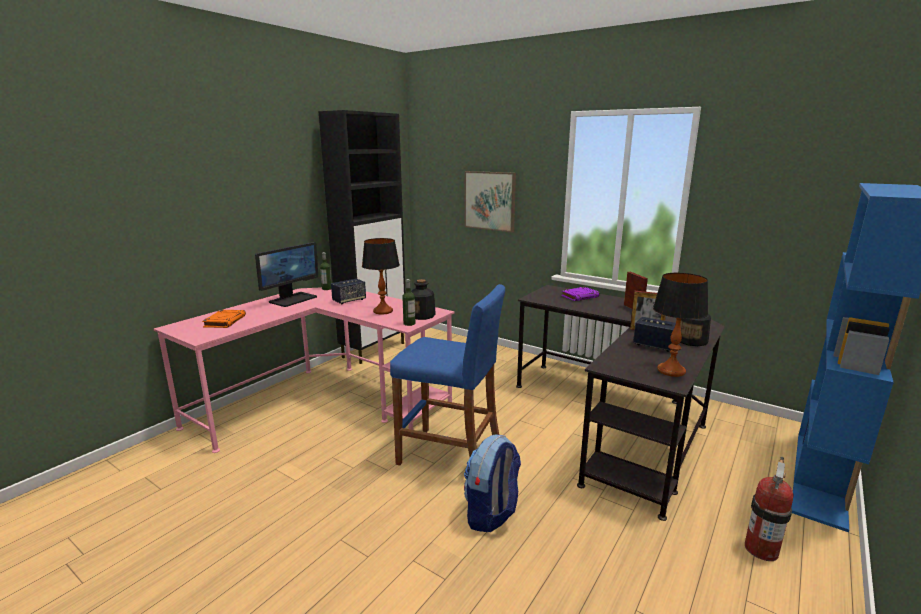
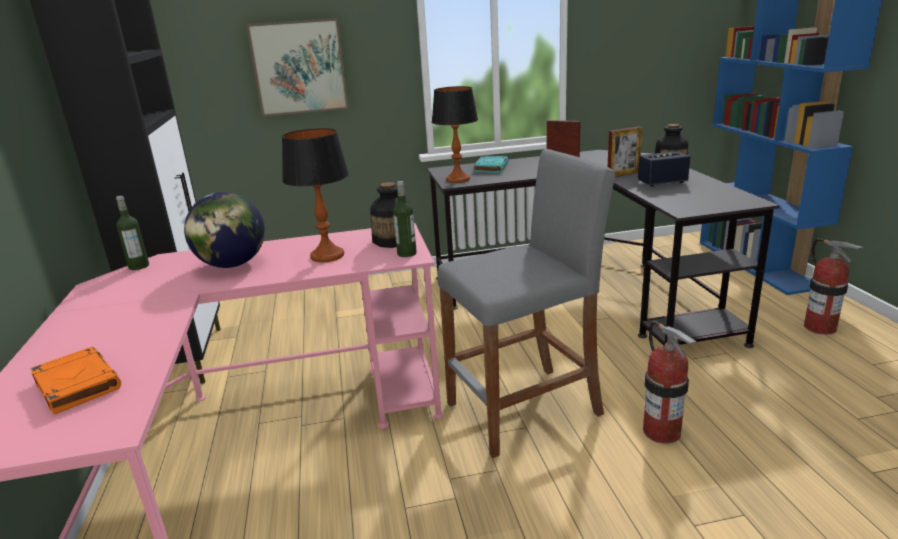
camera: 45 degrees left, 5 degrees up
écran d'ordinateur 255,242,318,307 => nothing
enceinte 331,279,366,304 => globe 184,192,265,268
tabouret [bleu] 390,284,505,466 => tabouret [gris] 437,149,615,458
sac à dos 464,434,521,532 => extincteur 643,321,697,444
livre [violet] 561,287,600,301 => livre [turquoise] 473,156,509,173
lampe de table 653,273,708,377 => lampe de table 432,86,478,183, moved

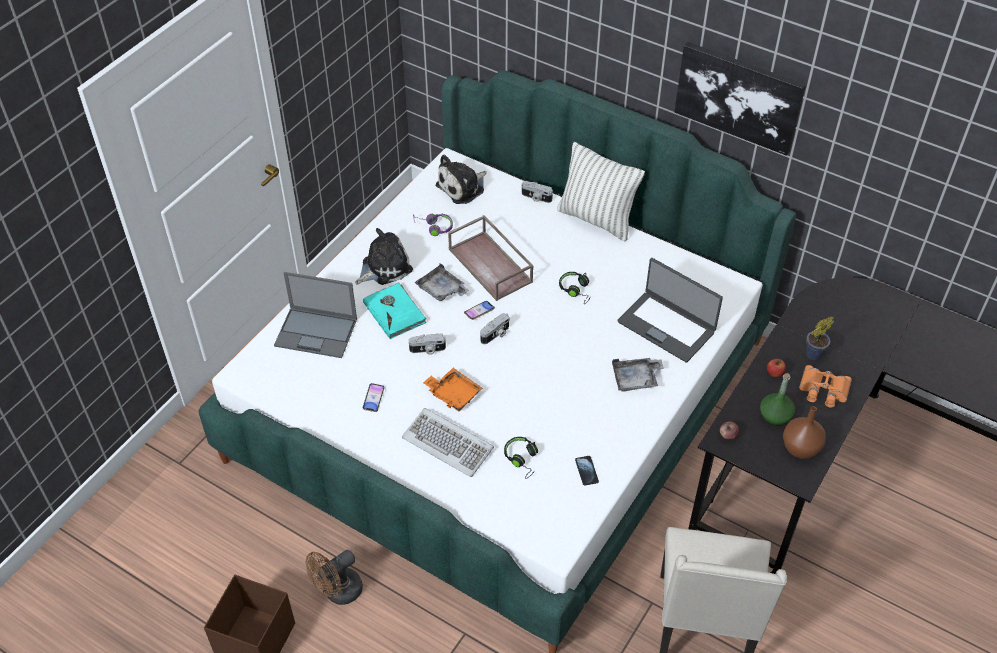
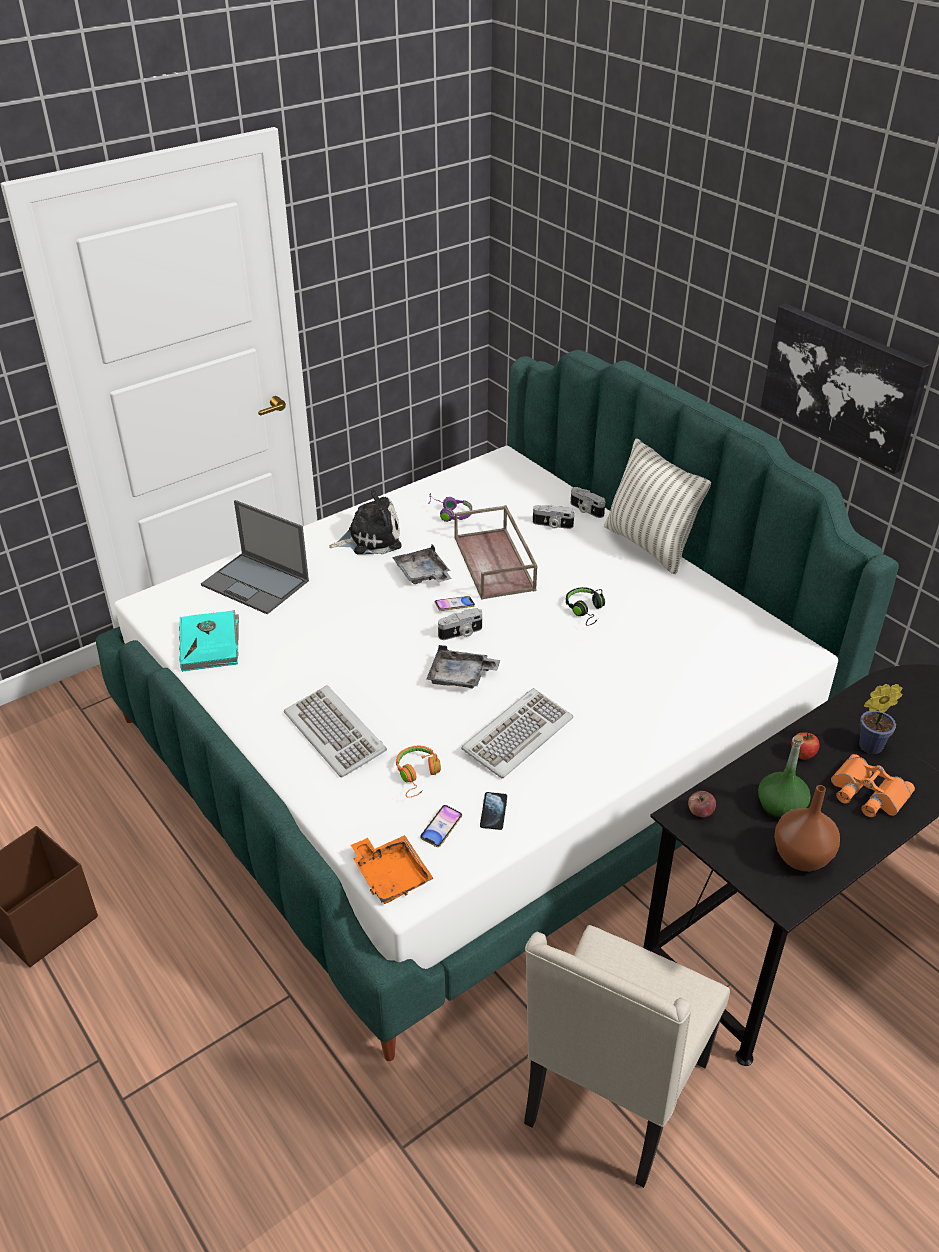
camera: 20 degrees right, 10 degrees down
ventilateur [marron] 306,550,363,605 => nothing
livre [turquoise] 363,282,426,339 => livre [turquoise] 179,610,239,672, moved
téléphone 363,383,385,412 => téléphone 420,805,462,847, moved
appareil photo 409,334,446,355 => appareil photo 533,505,574,529, moved
plateau [orange] 423,368,483,411 => plateau [orange] 351,835,434,904, moved
peluche 435,155,486,204 => nothing
casque audio [noir] 504,437,538,479 => casque audio [orange] 396,746,441,798
plateau [gris] 612,358,664,392 => plateau [gris] 427,645,500,689, moved
ordinateur portable 617,258,723,363 => nothing
nothing => clavier 461,688,573,778

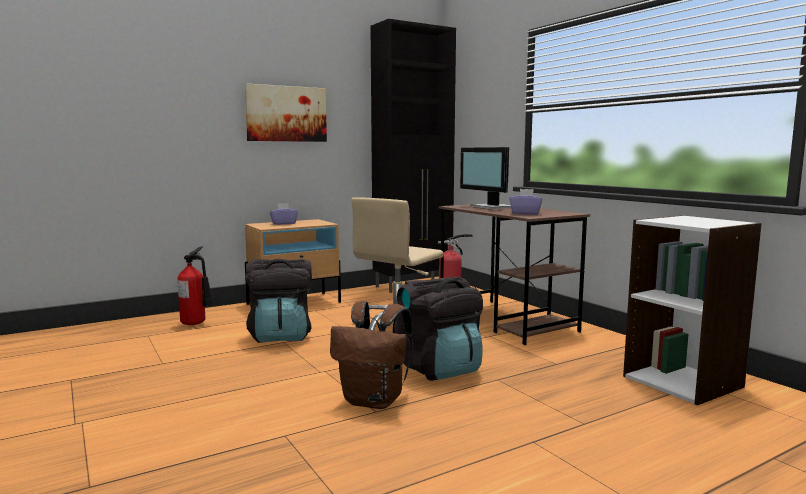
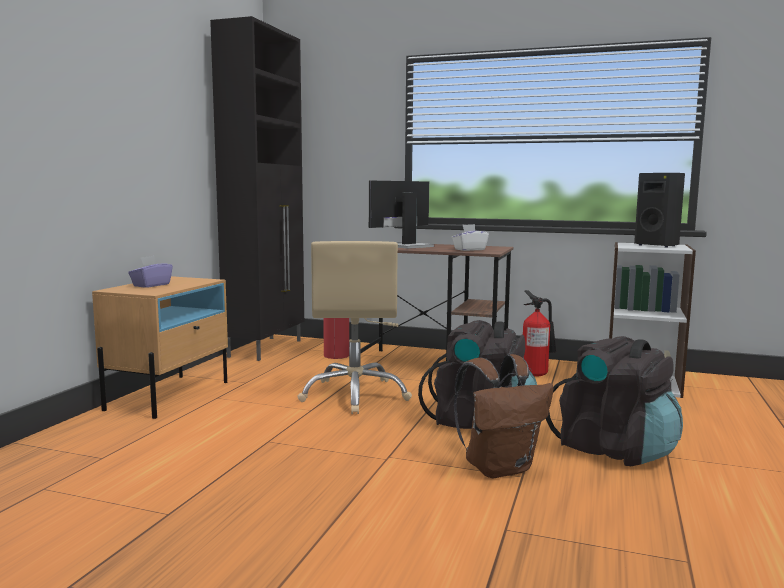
camera: 40 degrees left, 0 degrees up
extincteur 177,246,214,325 => extincteur 523,290,556,377, moved
tableau 245,83,327,142 => nothing
sac à dos [noir] 245,259,312,343 => sac à dos [noir] 546,336,683,466, moved
écran d'ordinateur 460,147,511,209 => écran d'ordinateur 369,181,434,249, 120 degrees clockwise
boîte à mouchoirs [violet] 510,189,542,215 => boîte à mouchoirs [blanc] 452,224,489,251
nothing => enceinte [noir] 634,173,685,248

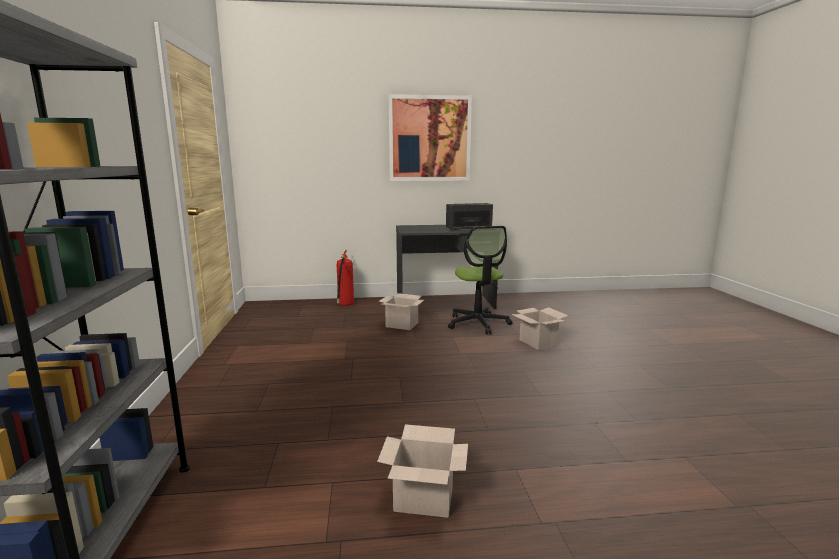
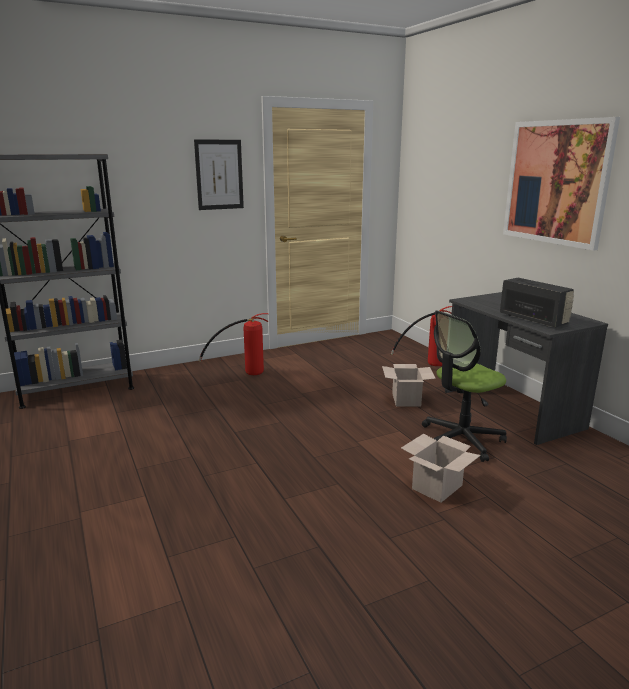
camera: 70 degrees right, 5 degrees up
carton 377,424,468,518 => nothing
nothing => tableau 194,139,244,210
nothing => extincteur 198,313,268,375

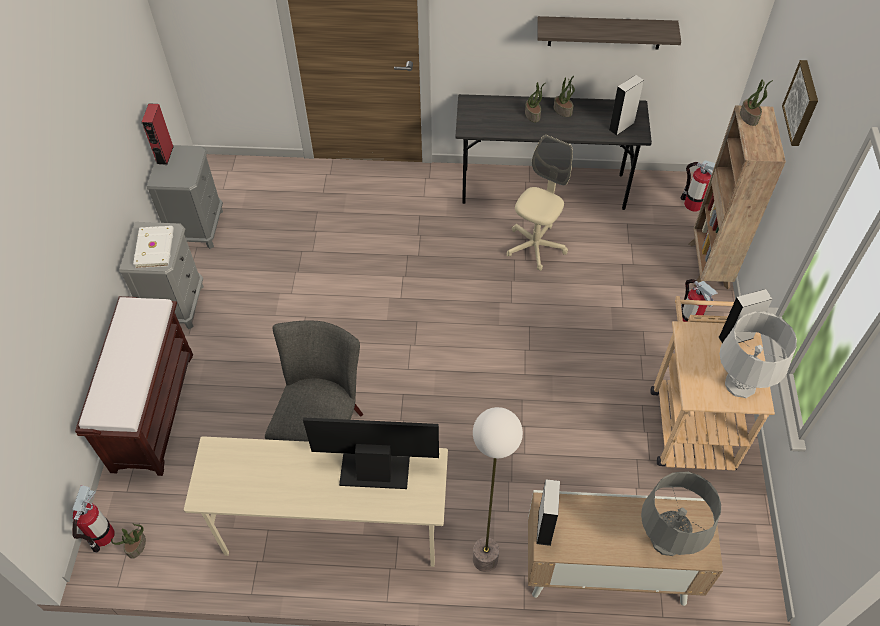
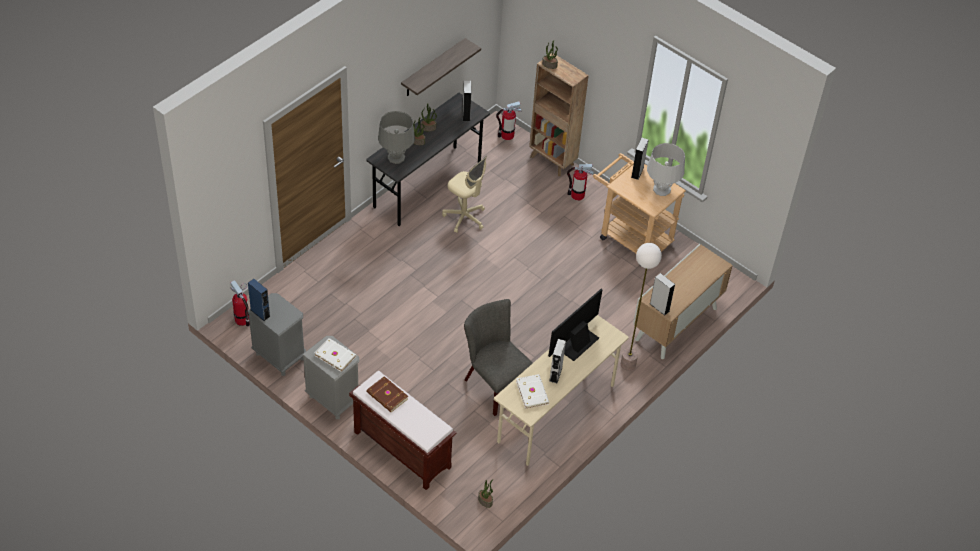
camera: 55 degrees left, 5 degrees down
extincteur 72,485,115,553 => extincteur 230,280,250,326, moved
enceinte [rouge] 142,103,174,165 => enceinte [bleu] 248,279,270,321
chaise de bureau [beige] 507,135,573,271 => chaise de bureau [beige] 442,156,487,233, 150 degrees clockwise
lampe de table [gris] 641,472,721,556 => lampe de table [gris] 378,111,415,164, moved
tableau 782,60,818,146 => nothing
nothing => livre [marron] 366,376,408,412
nothing => livre [blanc] 516,374,549,409
nothing => enceinte [gris] 549,339,566,383

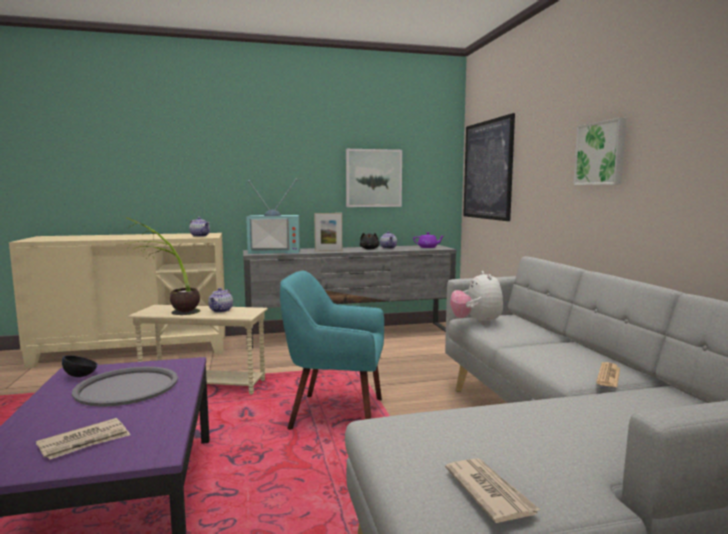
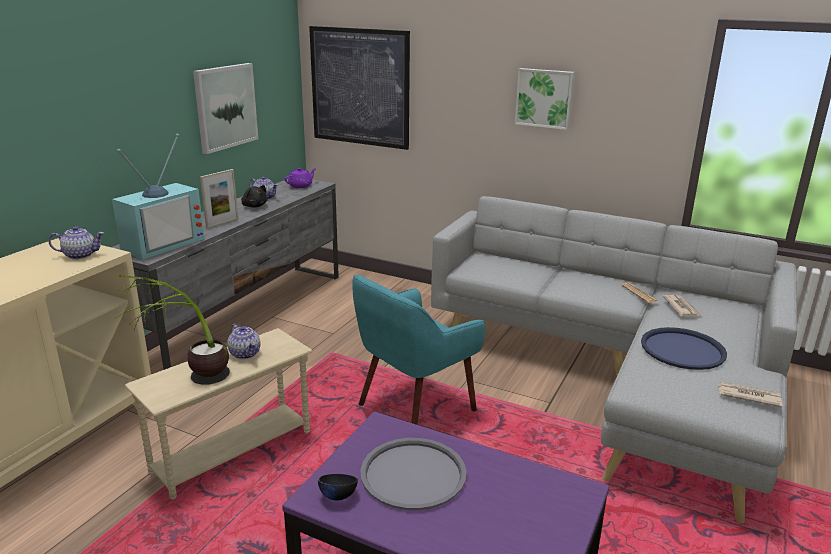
camera: 50 degrees left, 15 degrees up
journal 36,418,130,460 => journal 663,295,702,317, moved
peluche 450,271,503,325 => nothing
nothing => plateau [bleu] 641,327,727,370

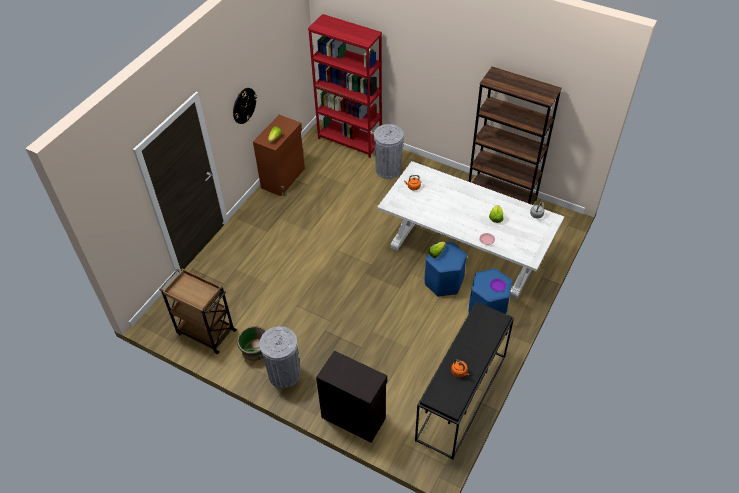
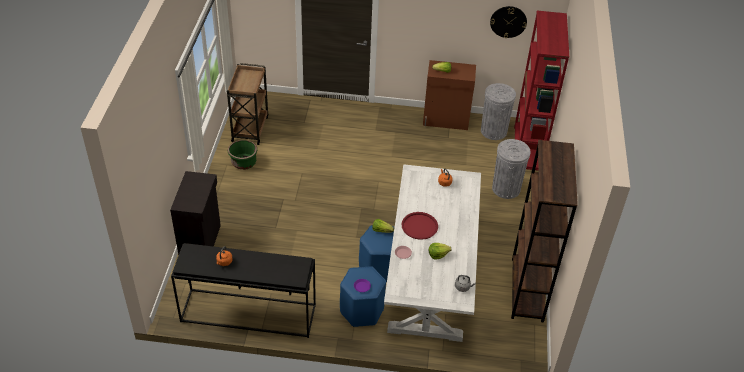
camera: 65 degrees right, 5 degrees down
horloge murale 233,88,257,124 => horloge murale 490,6,527,38, moved
poubelle [gris] 259,326,300,388 => poubelle [gris] 481,83,516,140, moved
nothing => plateau [rouge] 401,212,438,240

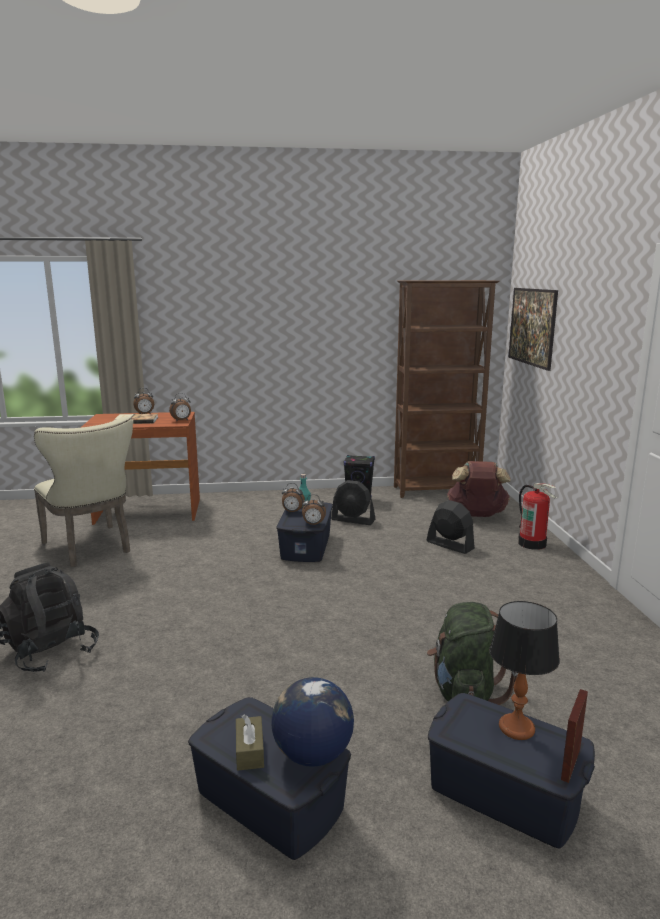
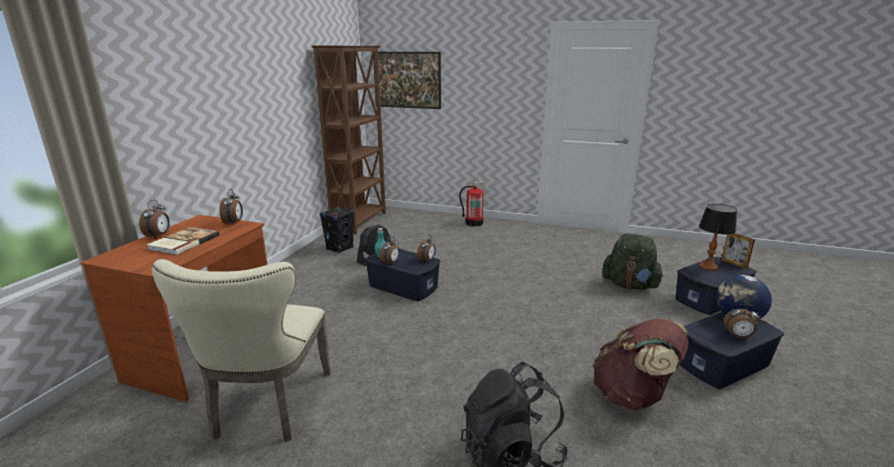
camera: 65 degrees left, 5 degrees up
chaise [beige] 34,416,133,567 => chaise [beige] 152,259,331,442, 105 degrees clockwise
boîte à mouchoirs [marron] 236,714,264,771 => réveil 724,304,759,338
ventilateur [noir] 427,500,475,554 => nothing
sac à dos [marron] 447,461,511,517 => sac à dos [marron] 593,318,689,410, moved

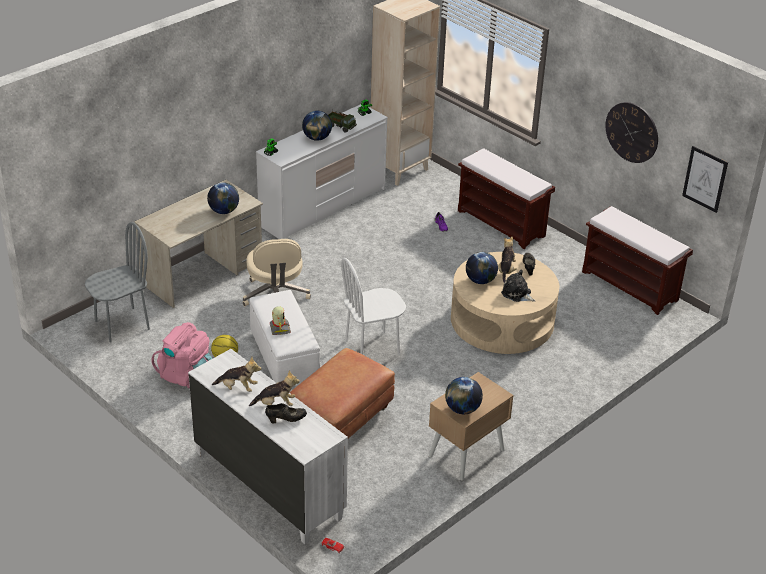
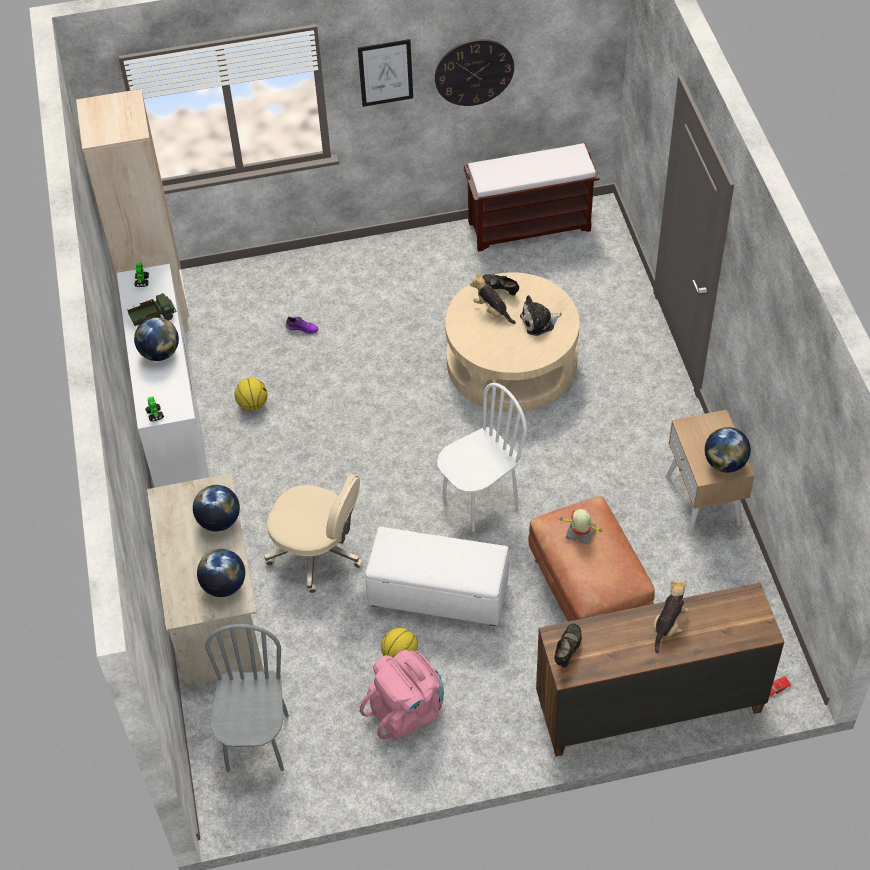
camera: 55 degrees left, 15 degrees up
commode [blanc] 188,349,348,544 => commode [marron] 536,582,784,756
peluche 212,357,261,392 => nothing
chaussure [noir] 265,403,307,423 => chaussure [noir] 555,624,582,668, moved
robot jouet 270,306,291,335 => robot jouet 558,509,604,545, moved
chaise [blanc] 341,258,406,356 => chaise [blanc] 437,383,527,532, 135 degrees counterclockwise
banc [marron] 458,148,555,249 => nothing
globe 466,252,498,284 => globe 197,549,245,597, moved
tableau 682,146,728,213 => tableau 358,39,413,107, moved
nothing => ballon de basket 235,378,268,411

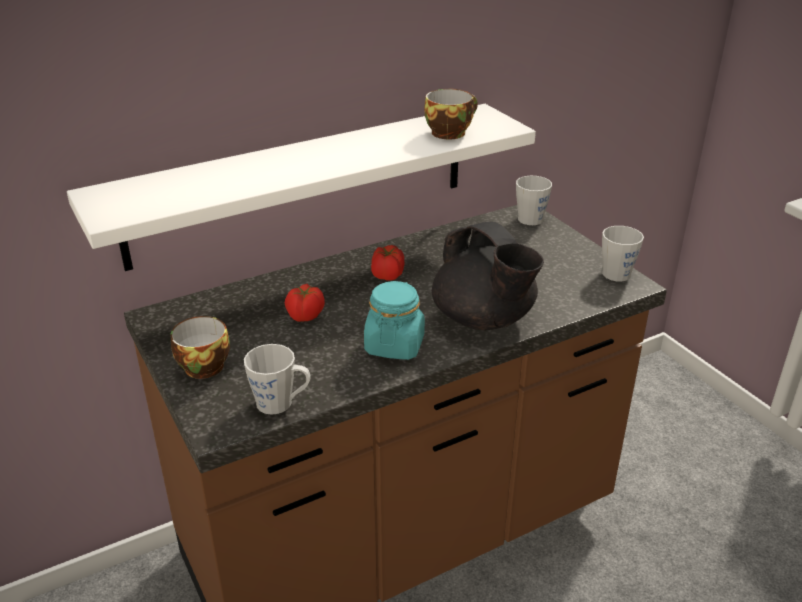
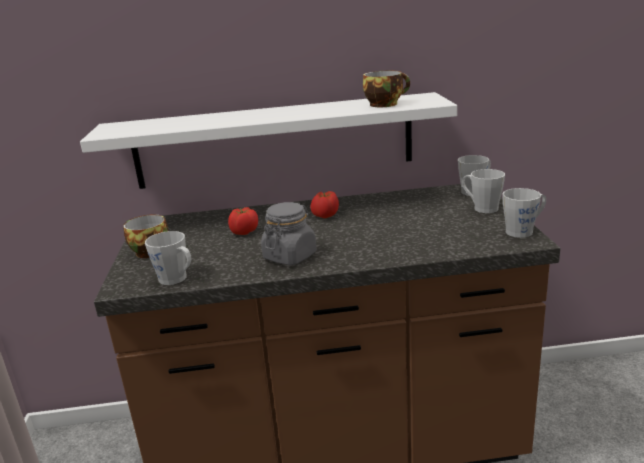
camera: 25 degrees right, 10 degrees down
bocal [turquoise] 364,281,425,360 => bocal [gris] 261,202,317,265
théière [noir] 432,221,544,330 => nothing
nothing => mug [gris] 462,169,505,213

